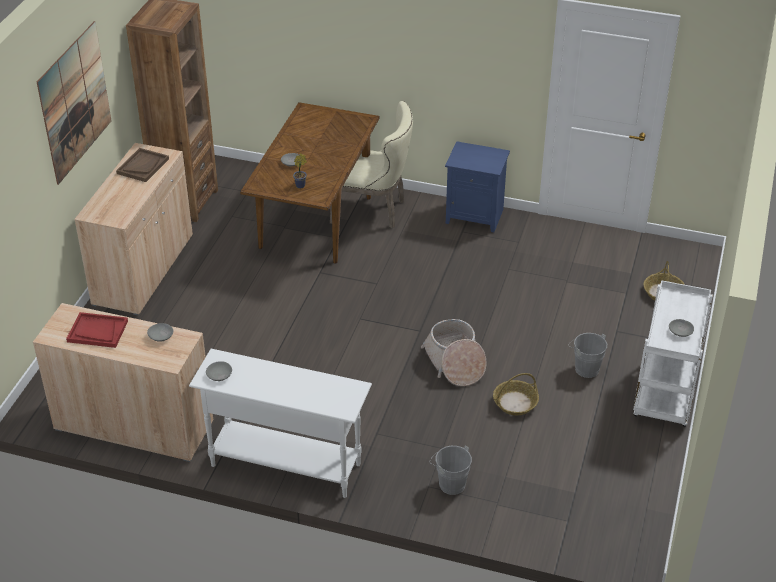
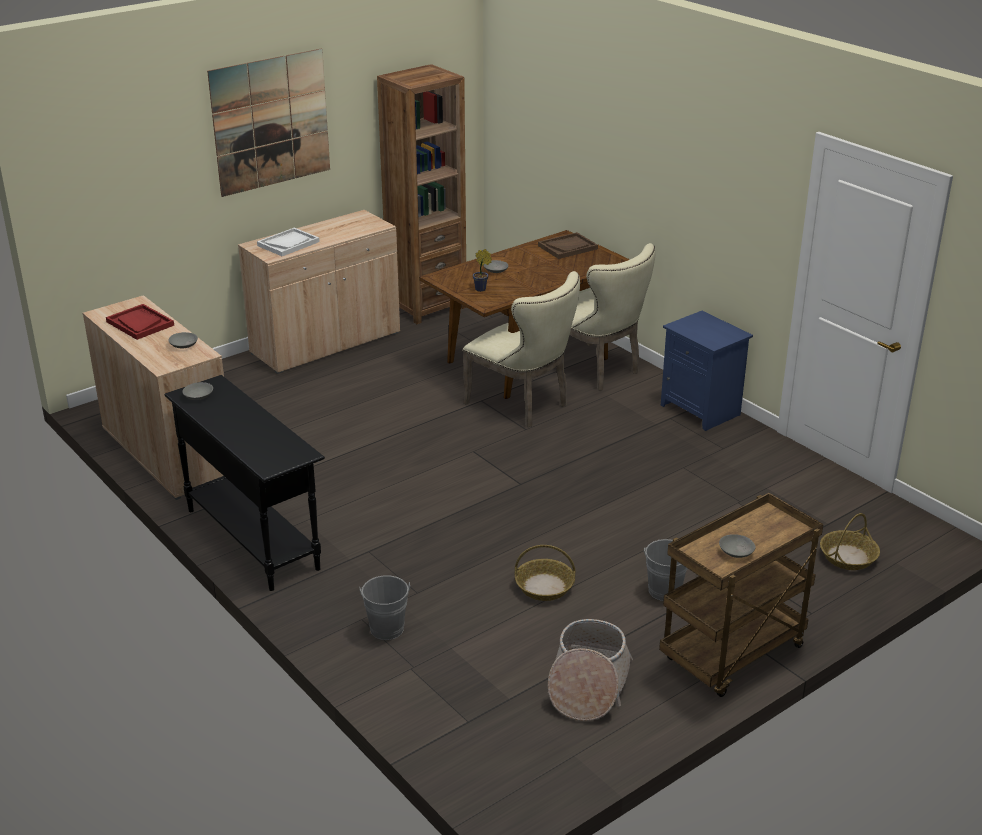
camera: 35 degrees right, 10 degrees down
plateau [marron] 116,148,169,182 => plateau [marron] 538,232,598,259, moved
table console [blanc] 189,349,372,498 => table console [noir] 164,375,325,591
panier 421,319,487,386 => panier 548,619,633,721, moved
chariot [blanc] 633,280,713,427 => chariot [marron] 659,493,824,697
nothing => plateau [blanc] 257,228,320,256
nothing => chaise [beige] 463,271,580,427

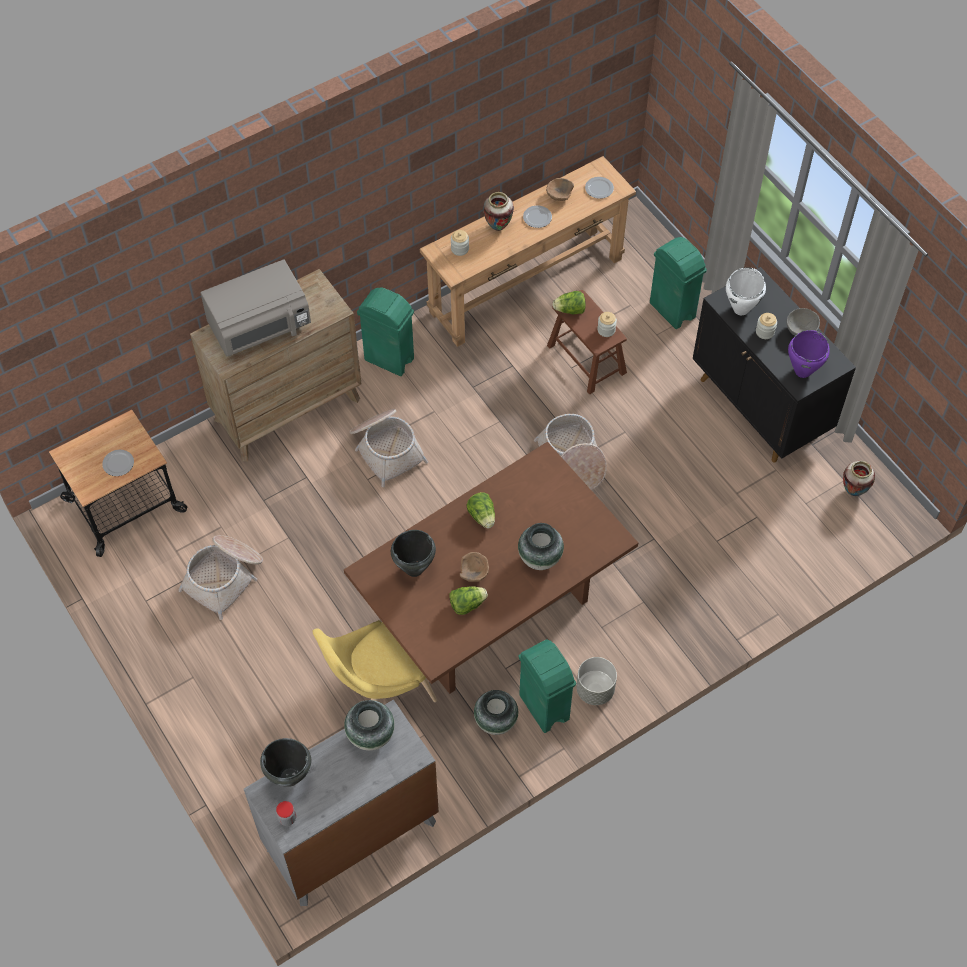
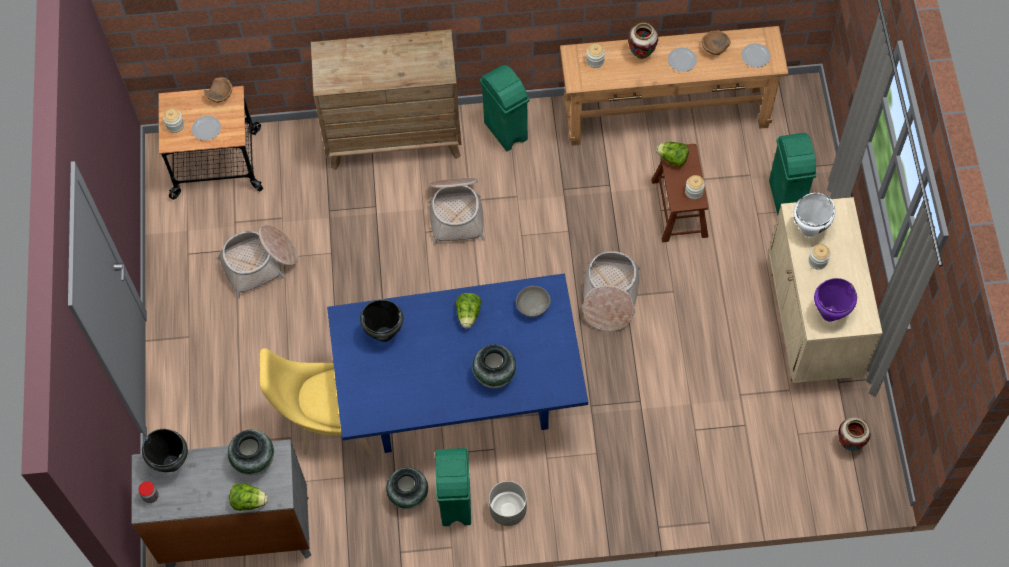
camera: 30 degrees right, 5 degrees up
micro-ondes [gris] 200,259,311,357 => nothing
table à manger [marron] 344,442,638,694 => table à manger [bleu] 327,273,588,453
laitue 449,586,488,615 => laitue 229,483,268,511, moved
bol [marron] 460,552,489,582 => bol [marron] 204,77,232,103, moved
meuble de rangement [noir] 693,267,856,462 => meuble de rangement [beige] 769,197,882,383
bol [gris] 787,308,820,336 => bol [gris] 516,286,551,318, moved
nothing => bocal 163,108,184,133

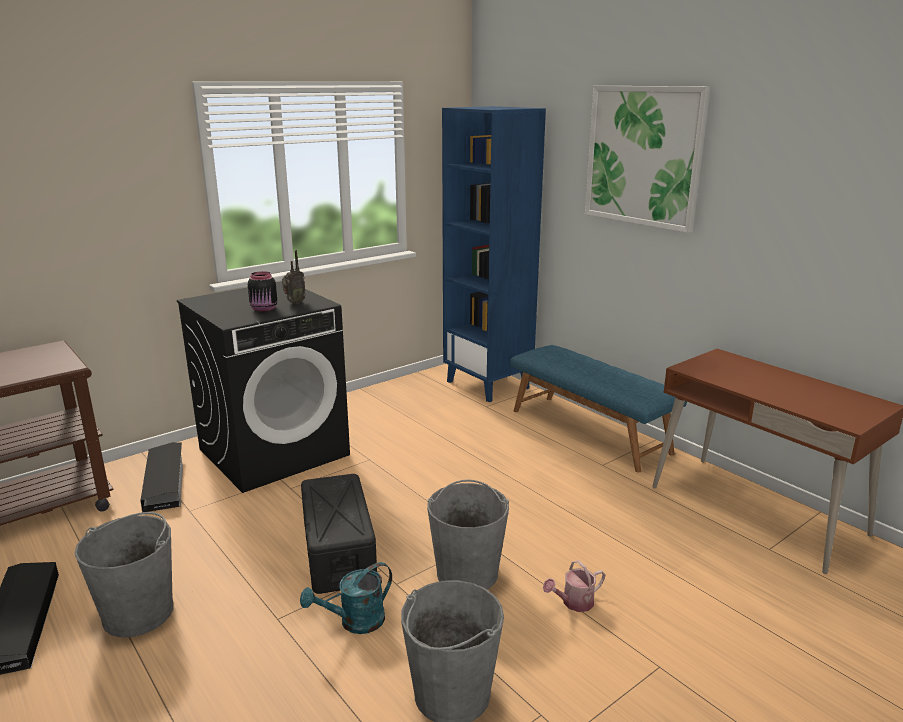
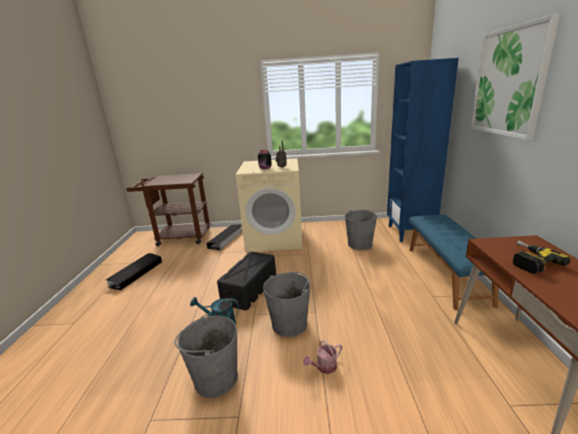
camera: 40 degrees right, 0 degrees up
seau [gris] 74,512,173,637 => seau [gris] 345,210,377,250, moved
lave-linge [noir] 177,281,350,493 => lave-linge [beige] 236,158,303,252
arrosoir 543,561,605,612 => arrosoir 303,340,342,374, 45 degrees counterclockwise
nothing => perceuse 513,241,570,274

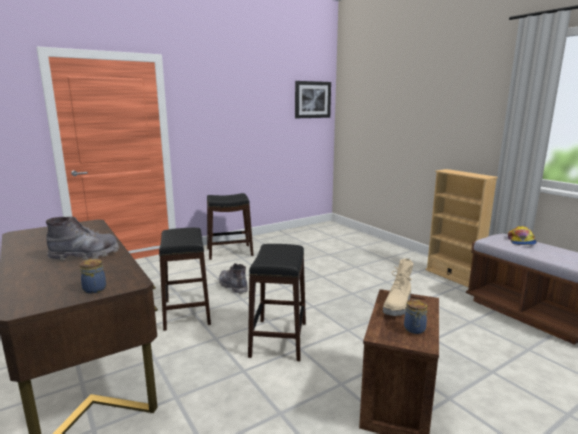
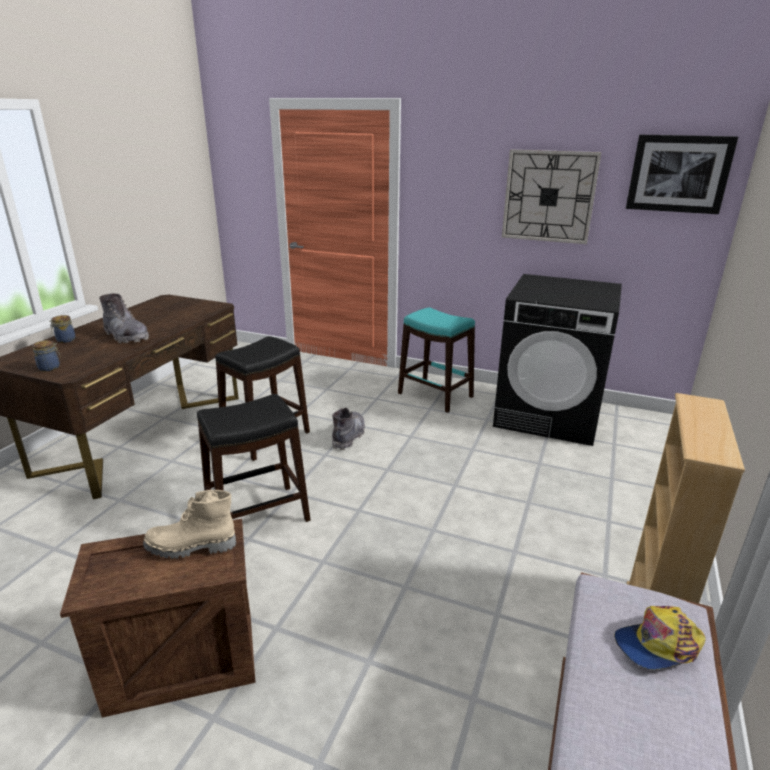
camera: 55 degrees right, 10 degrees up
tabouret [noir] 207,193,254,260 => tabouret [turquoise] 398,307,475,413
bocal 404,299,427,334 => bocal 49,315,75,343, moved
nothing => lave-linge [noir] 493,274,622,446
nothing => horloge murale 502,150,601,244

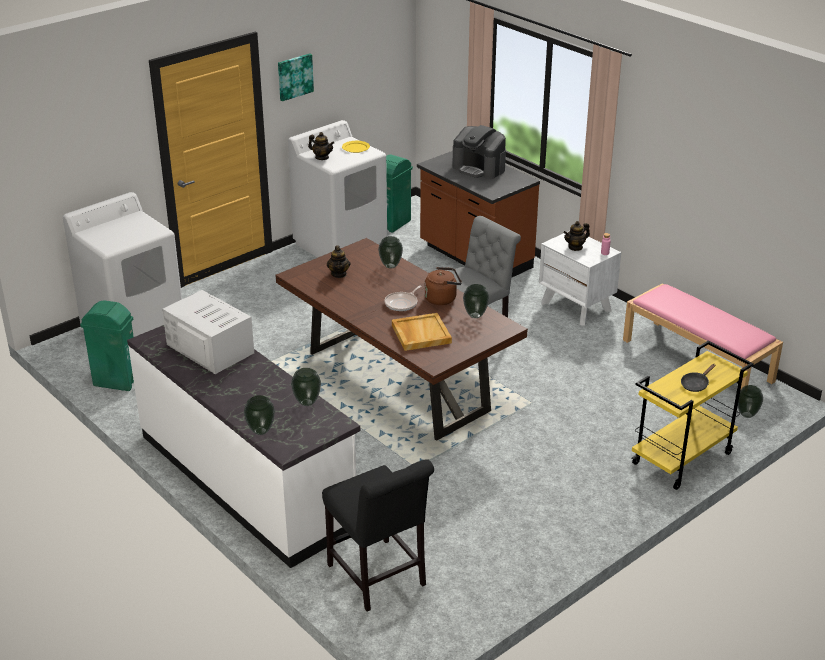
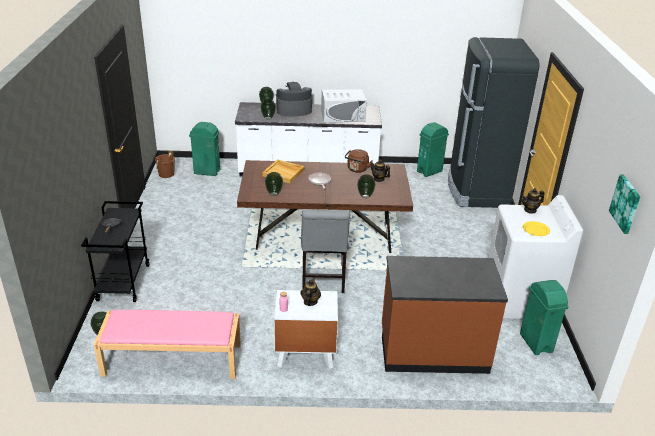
camera: 130 degrees right, 0 degrees up
lave-linge [blanc] 63,192,182,337 => réfrigérateur [noir] 448,37,539,208
tableau 278,53,314,101 => tableau 609,175,640,234, moved
chaise [noir] 322,459,434,612 => poubelle [vert] 189,122,220,176
bouilloire [marron] 424,267,462,305 => bouilloire [marron] 345,149,372,173, moved
machine à café 452,125,506,179 => machine à café 276,82,312,116, moved
chariot [jaune] 632,341,754,490 => chariot [noir] 81,201,149,302
nothing => seau [marron] 155,150,175,178

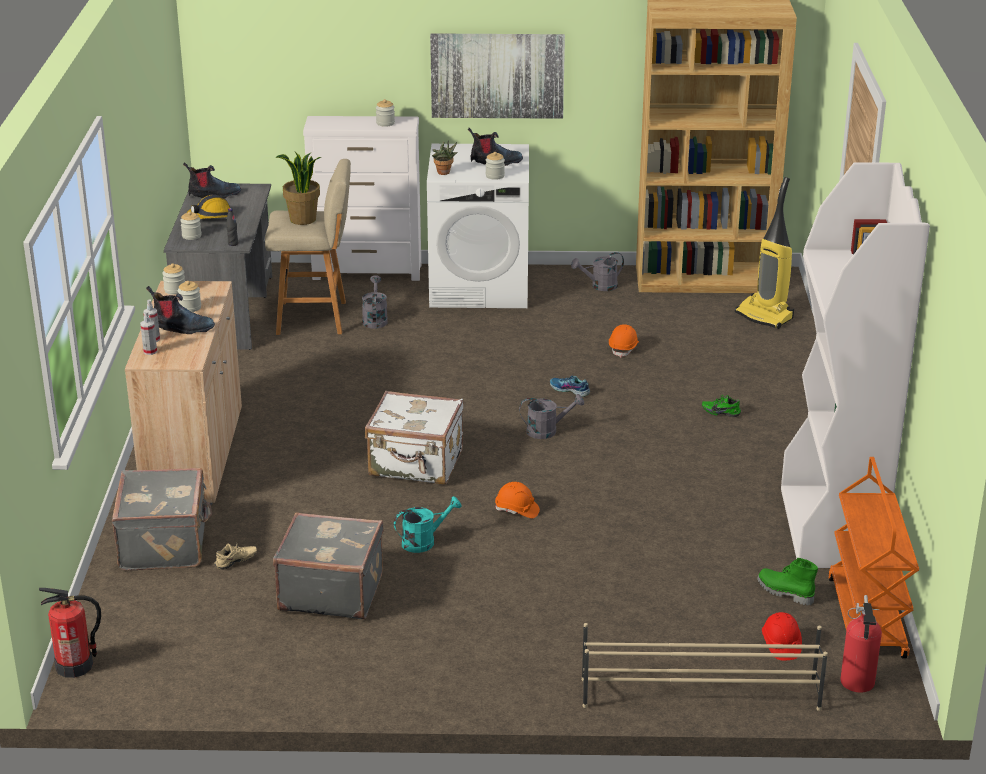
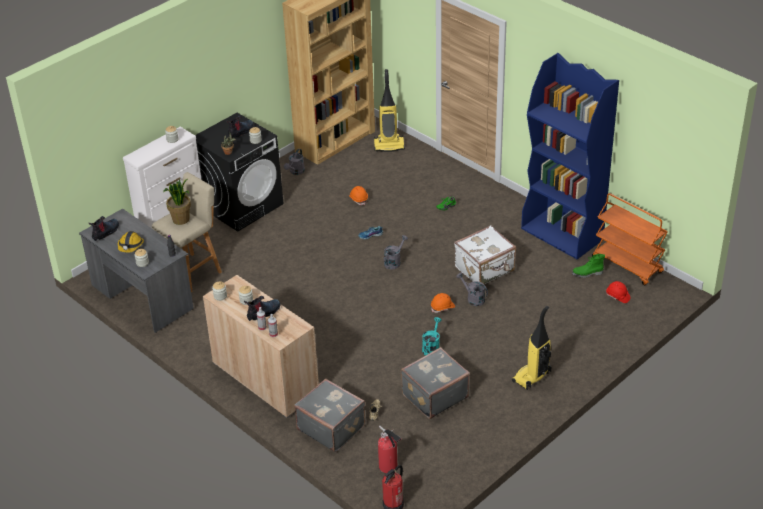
camera: 45 degrees left, 10 degrees up
arrosoir [gris] 362,275,388,329 => arrosoir [gris] 456,272,488,306, moved
valise [blanc] 365,391,464,485 => valise [blanc] 454,225,516,284, moved
lave-linge [blanc] 427,144,529,308 => lave-linge [noir] 195,113,284,232
tableau 430,33,565,119 => nothing
étagère à chaussures [beige] 582,623,828,711 => nothing
bibliothèque [blanc] 781,162,930,568 => bibliothèque [bleu] 521,53,619,259
extincteur 840,595,882,692 => extincteur 378,426,402,473, moved
nothing => aspirateur 512,306,551,390

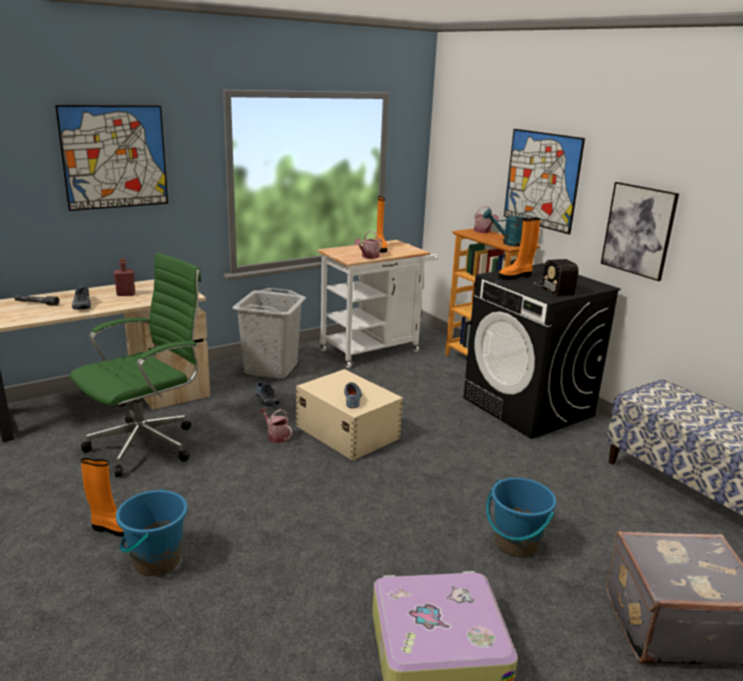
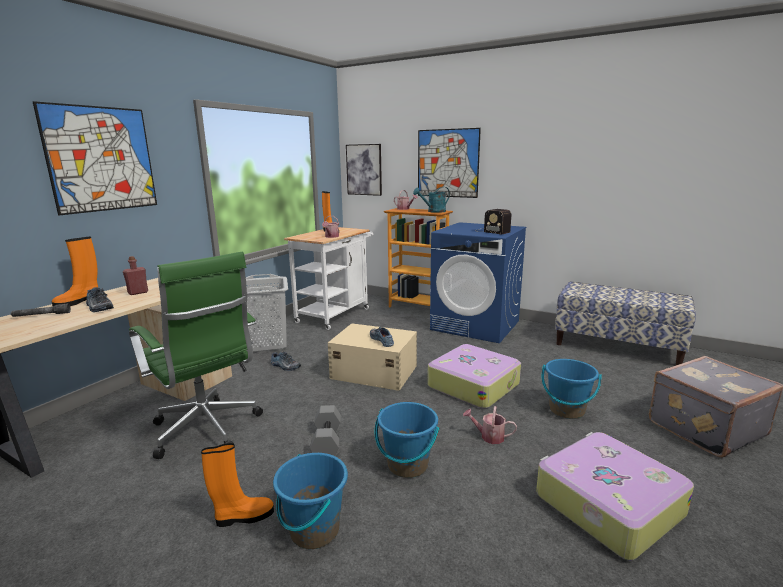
camera: 25 degrees left, 5 degrees down
chaise de bureau [vert] 70,253,201,477 => chaise de bureau [vert] 129,252,263,459, 120 degrees clockwise
arrosoir 258,407,292,443 => arrosoir 463,406,517,444, moved
lave-linge [noir] 463,263,621,439 => lave-linge [bleu] 430,222,526,343
botte [orange] 499,218,541,280 => botte [orange] 52,237,98,306, moved
tableau 601,182,679,281 => tableau 346,144,382,196, moved
nothing => haltère [gris] 310,405,341,456
nothing => seau [bleu] 375,402,439,478
nothing => valise 428,344,521,408

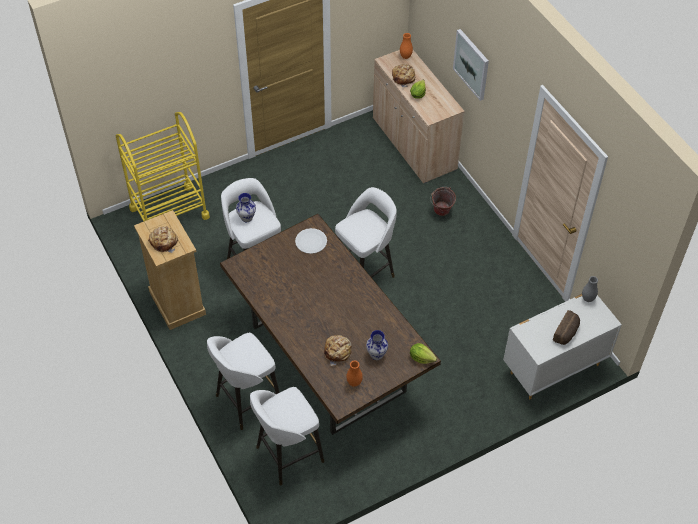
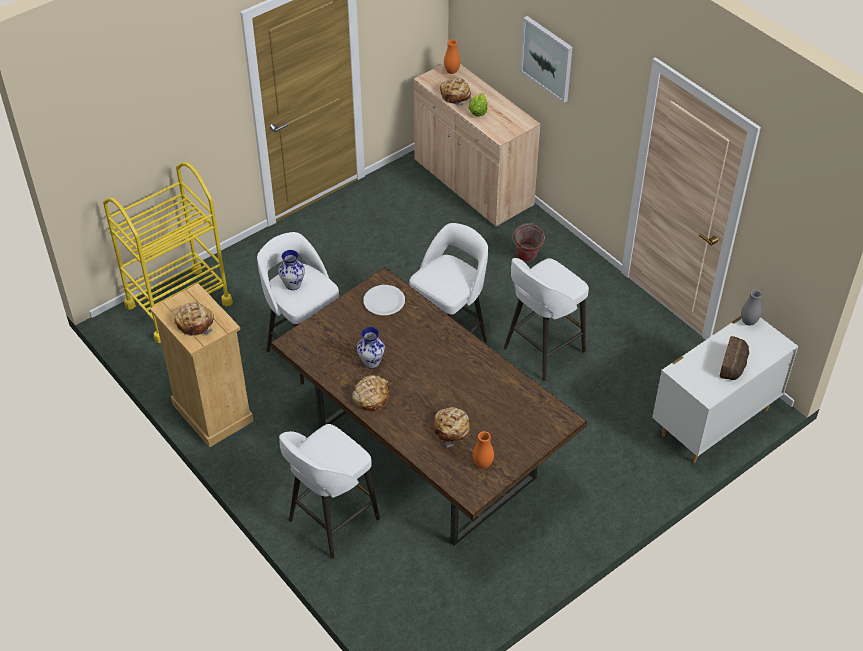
camera: 10 degrees left, 5 degrees down
tabouret [blanc] 250,387,324,486 => tabouret [blanc] 504,258,589,381, moved
vase 366,330,388,360 => vase 357,327,385,369, moved
laitue 410,343,437,364 => nothing
nothing => pain 352,375,390,411

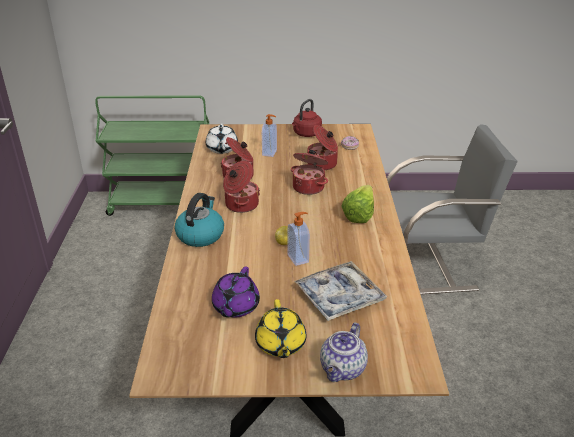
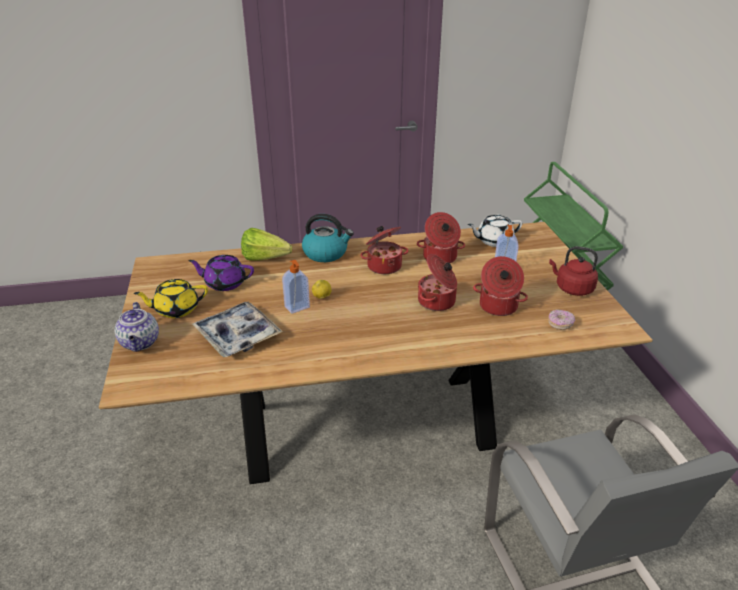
camera: 80 degrees right, 0 degrees up
théière 320,322,368,382 => théière 115,302,159,352, 120 degrees counterclockwise
laitue 341,185,374,223 => laitue 241,228,292,260, moved

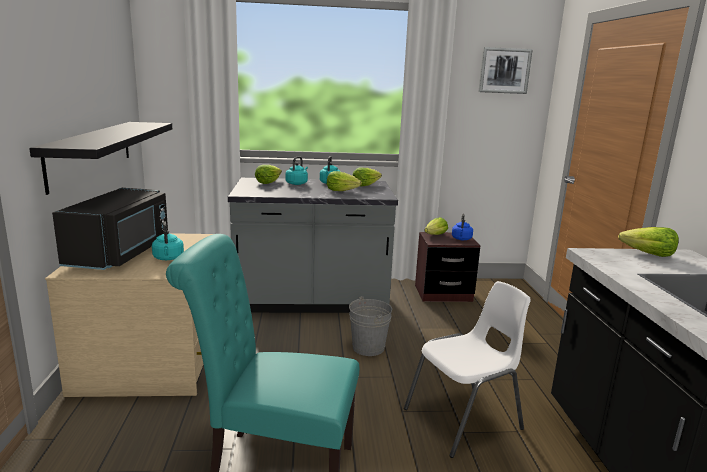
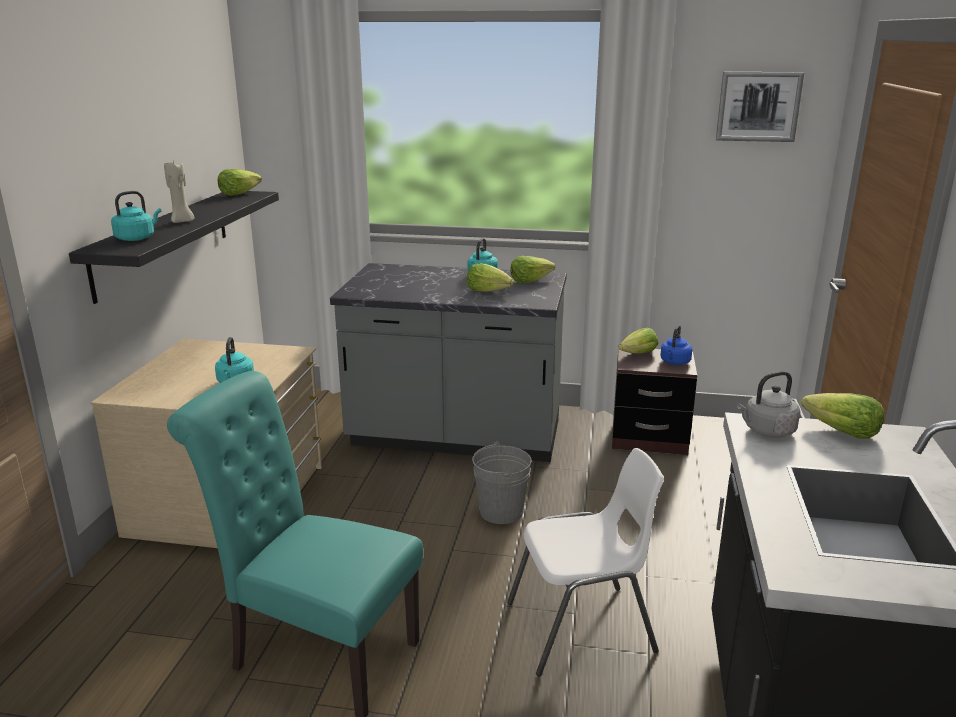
camera: 15 degrees right, 5 degrees up
micro-ondes [noir] 52,188,168,270 => nothing
laitue 255,165,282,184 => laitue 218,169,262,196, moved
bouilloire [turquoise] 286,156,308,185 => bouilloire [turquoise] 111,191,161,241, moved
nothing => bougie [beige] 164,162,194,223
nothing => bouilloire [gris] 737,371,800,438

